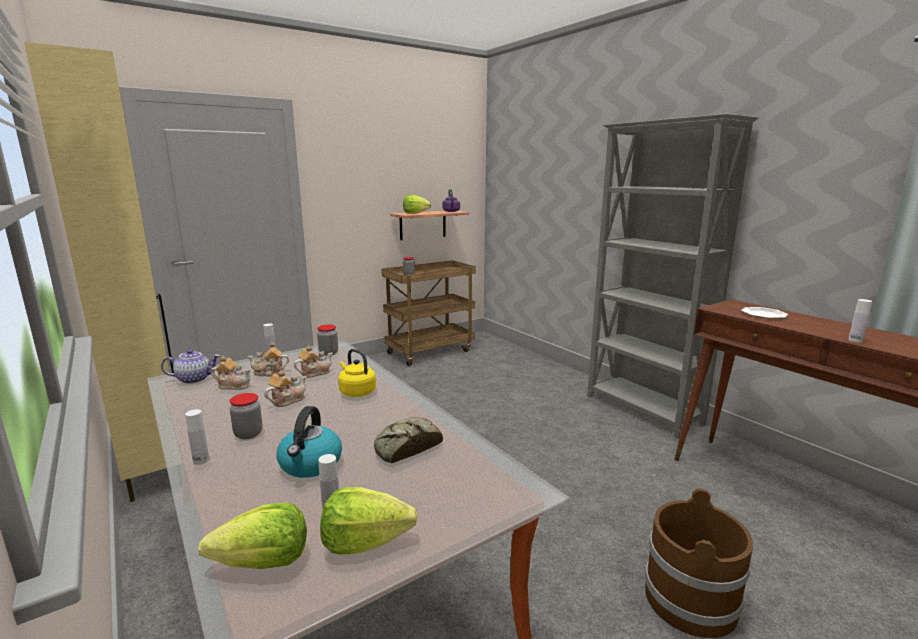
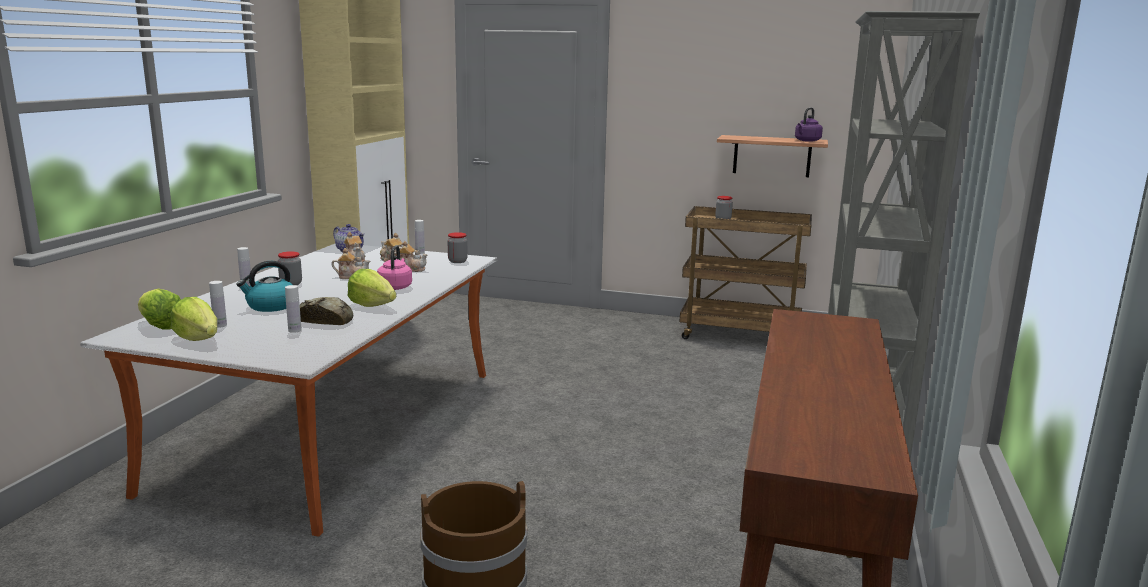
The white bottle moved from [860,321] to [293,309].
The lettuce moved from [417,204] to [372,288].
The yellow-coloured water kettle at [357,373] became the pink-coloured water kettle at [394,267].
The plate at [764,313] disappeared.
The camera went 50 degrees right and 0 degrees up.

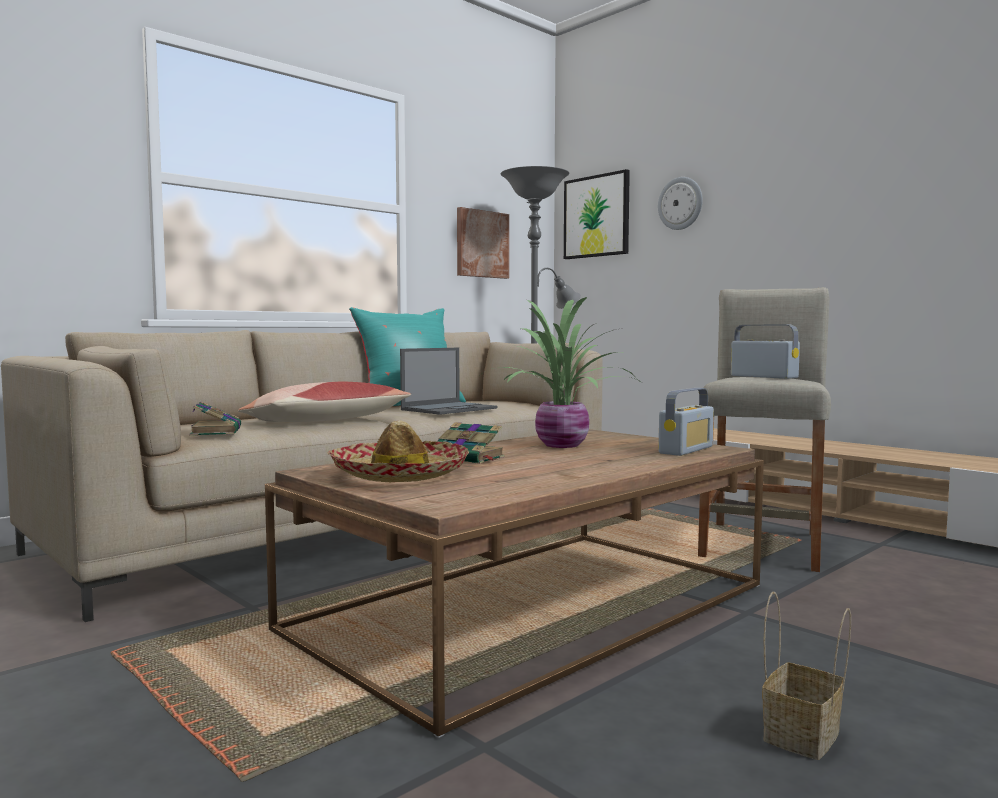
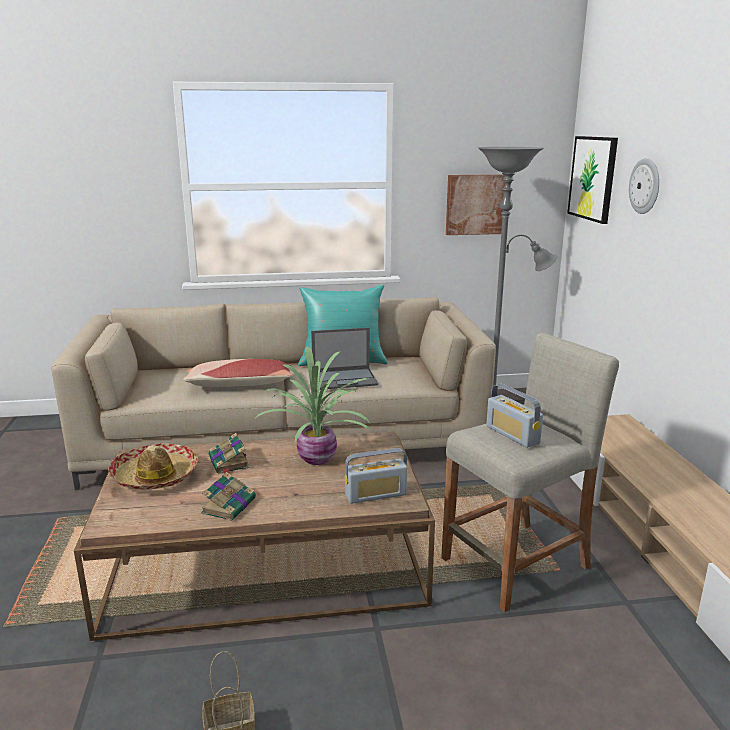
The bound book moved from [215,419] to [228,496].
The radio set at [765,351] turned 150 degrees clockwise.
The camera went 35 degrees right and 15 degrees up.

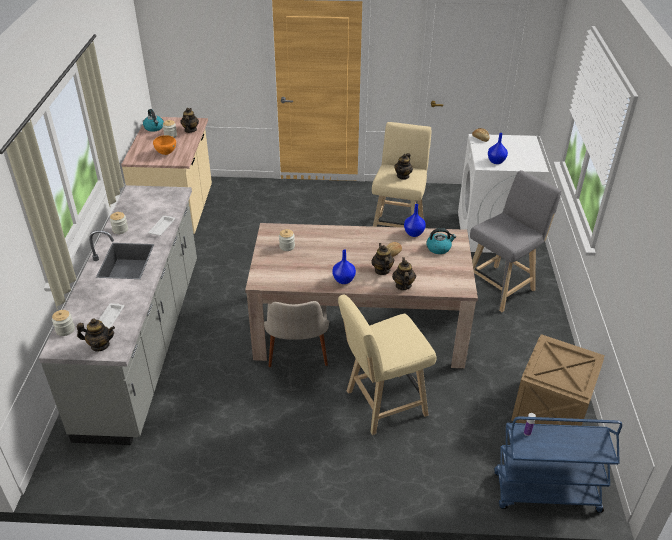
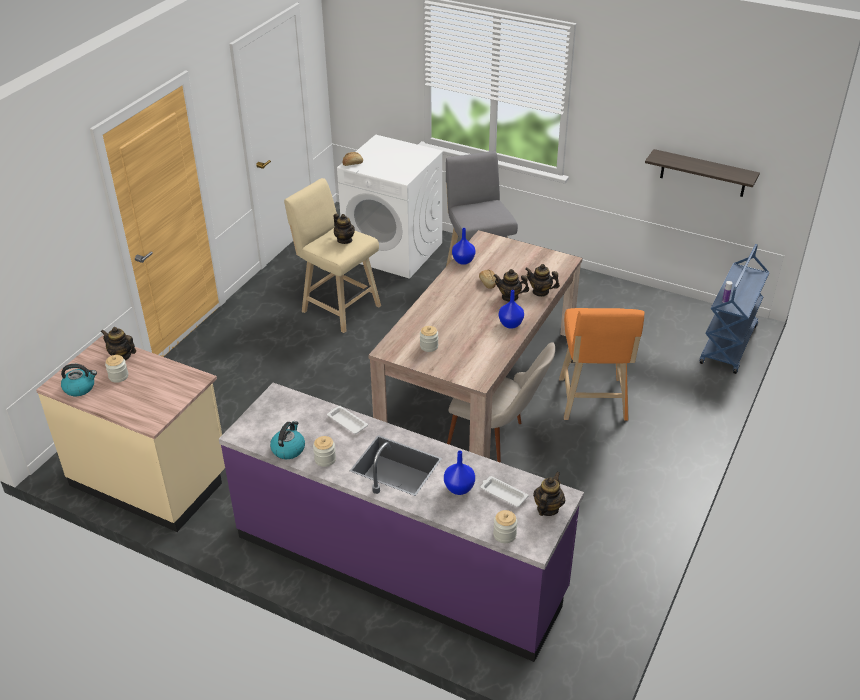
The gray kitchen base unit at [118,315] became the purple kitchen base unit at [401,522].
The water kettle moved from [441,241] to [287,440].
The blue-coloured decorative vase moved from [498,148] to [459,473].
The beige-coloured sitting stool at [387,364] became the orange sitting stool at [601,364].
The bracket shelf at [702,173] appeared.
The orange deep dish at [164,145] disappeared.
The shipping crate at [558,380] disappeared.
The camera went 65 degrees left and 0 degrees up.

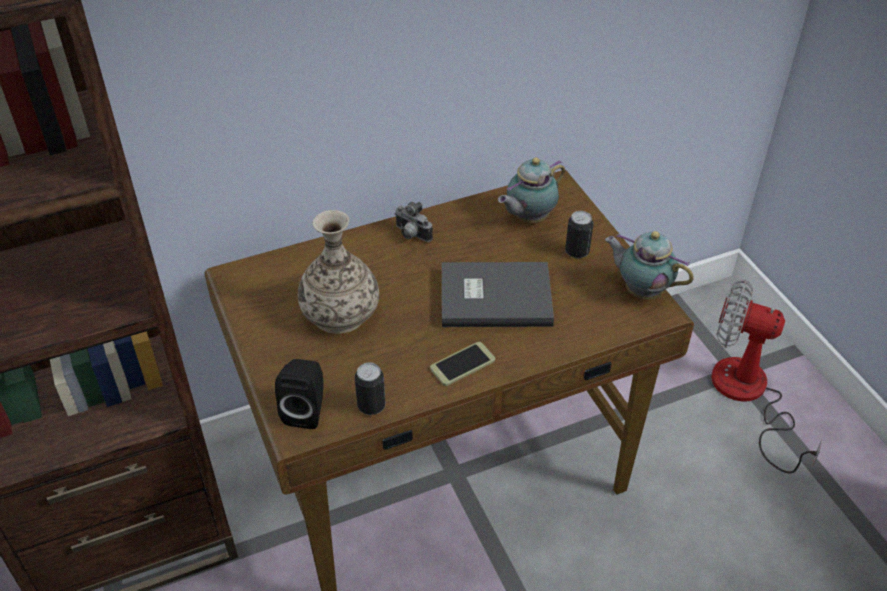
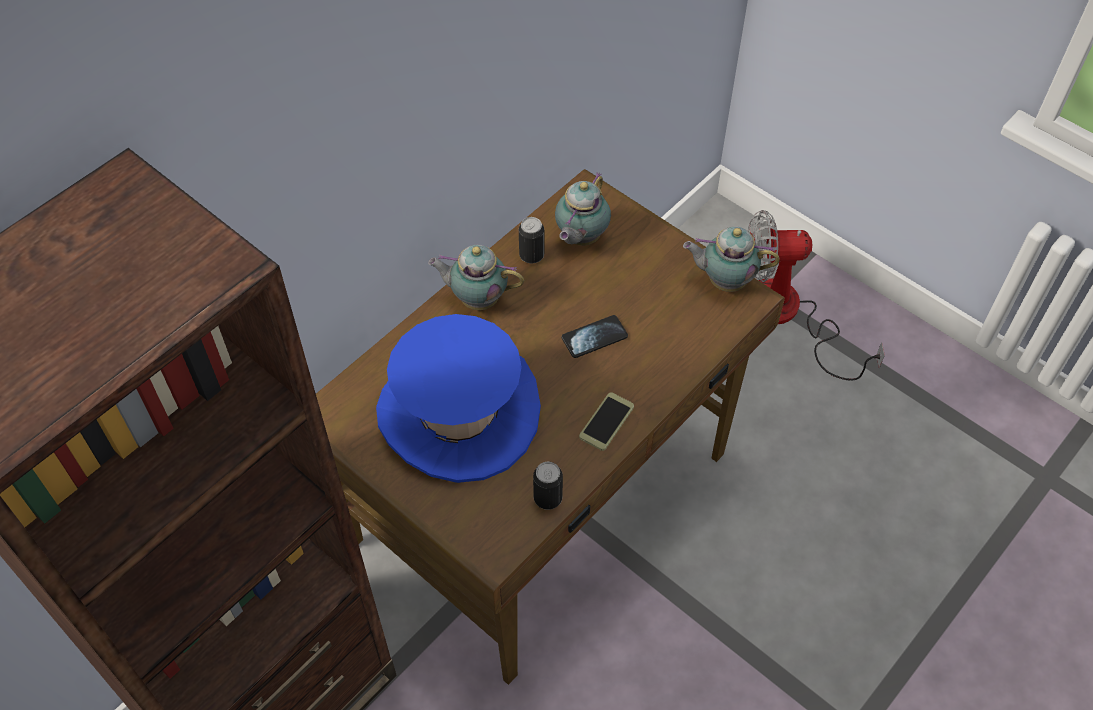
The decorative vase at [338,272] was replaced by the blue-coloured hat at [458,398].
The photo camera at [414,222] was replaced by the tea pot at [476,277].
The can moved from [579,234] to [531,240].
The gray bound book at [498,294] was replaced by the handset at [595,336].
The black-coloured speaker at [299,394] disappeared.
The camera went 25 degrees left and 10 degrees up.

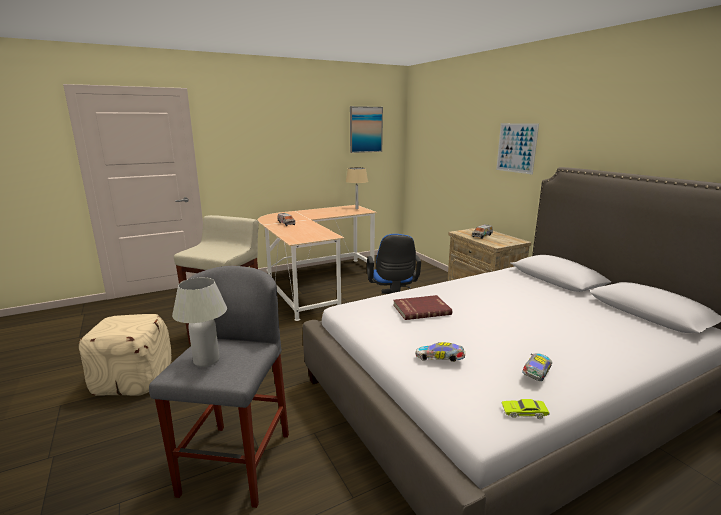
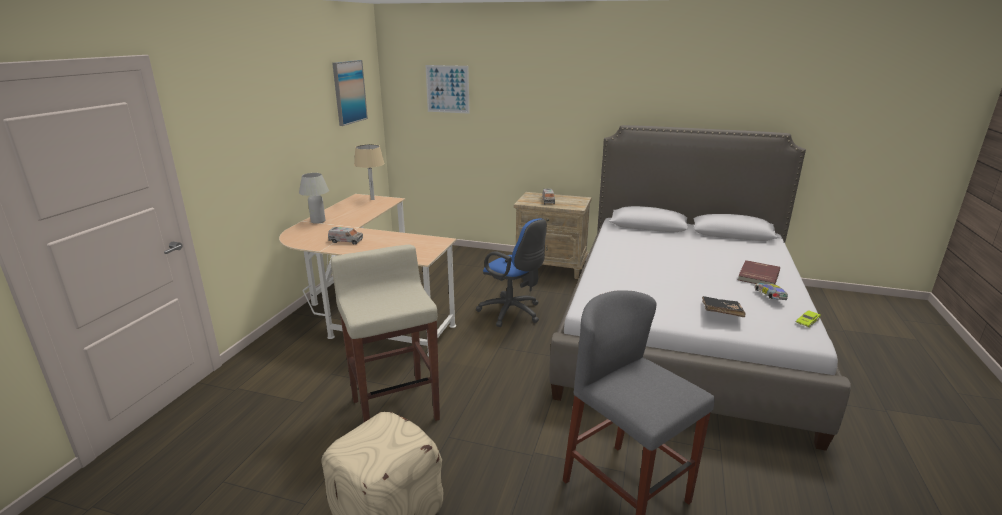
The white table lamp moved from [199,322] to [314,198].
The wall art moved from [517,149] to [447,89].
The model car at [440,352] was replaced by the black-coloured bound book at [724,306].
The reddish bound book moved from [423,307] to [759,272].
The camera went 45 degrees left and 5 degrees up.

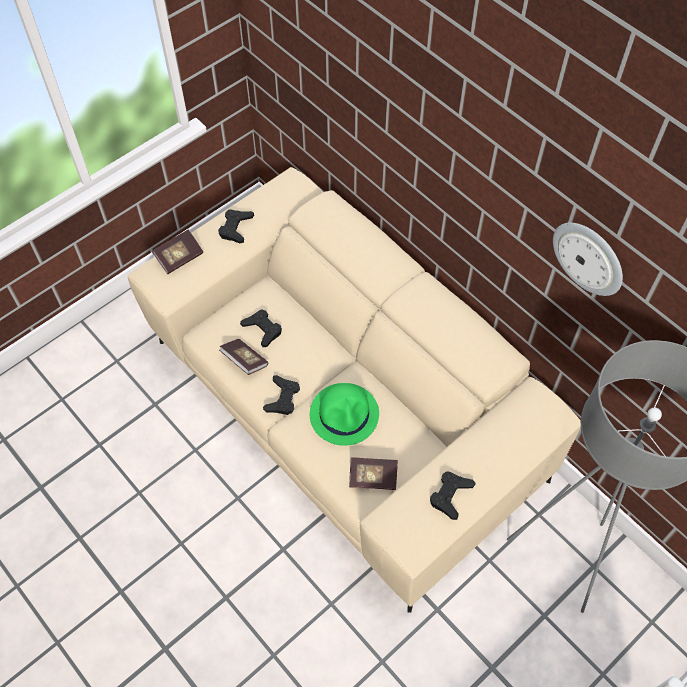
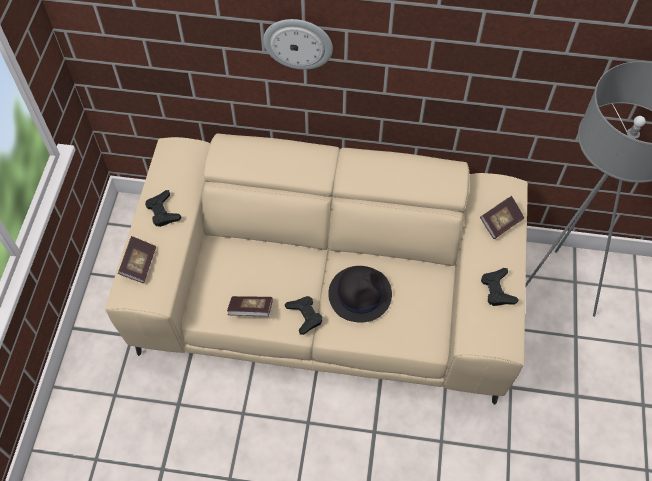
The clock on the wall moved from [588,259] to [298,44].
The green-coloured hat at [344,414] became the black-coloured hat at [360,294].
The bound book moved from [373,473] to [502,217].
The black-coloured joypad at [261,328] disappeared.
The camera went 40 degrees left and 0 degrees up.

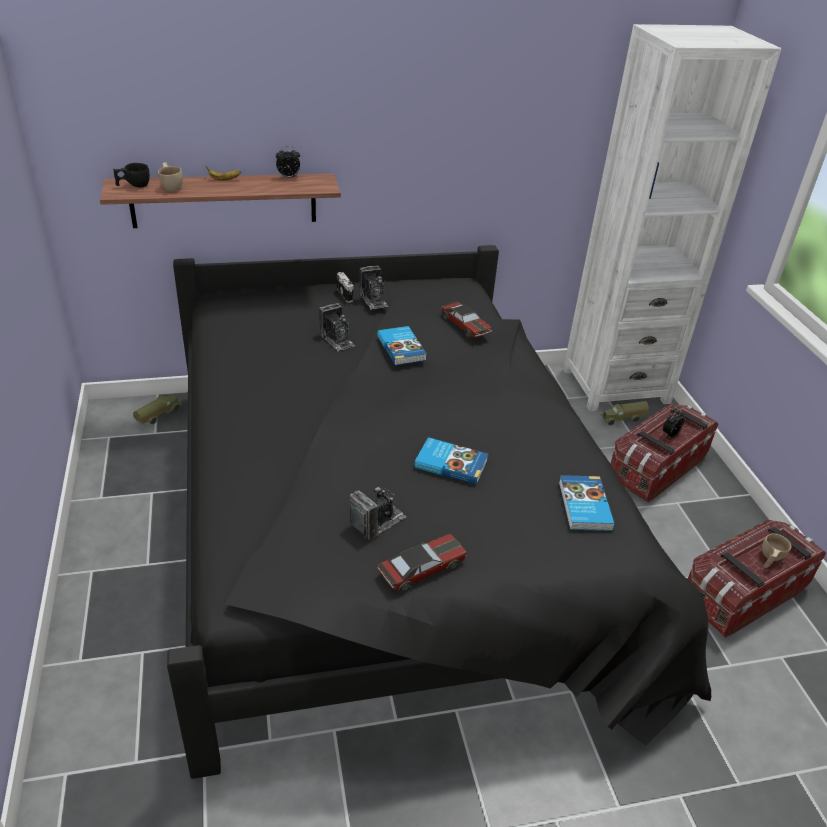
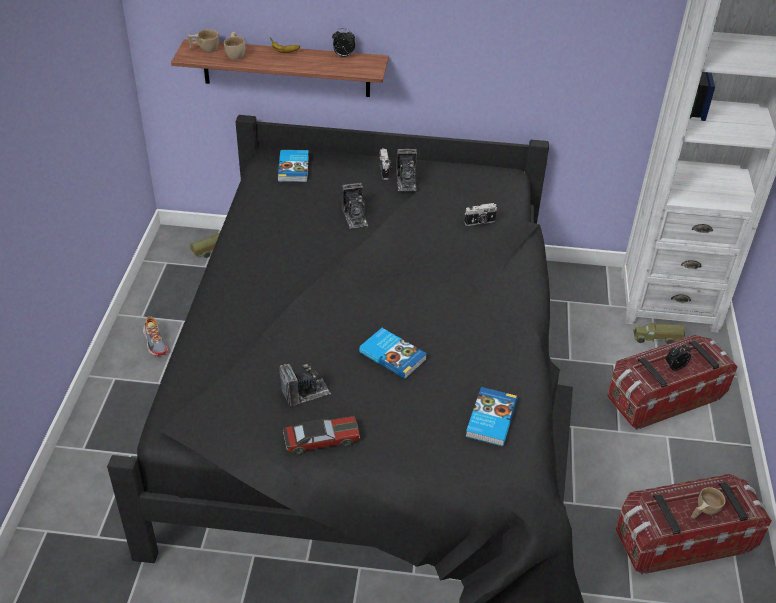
The item of footwear at [155,336] appeared.
The black-coloured drinking cup at [131,175] became the beige-coloured drinking cup at [203,40].
The bound book moved from [402,345] to [293,166].
The model car at [466,319] was replaced by the photo camera at [480,214].
The camera went 20 degrees right and 5 degrees up.

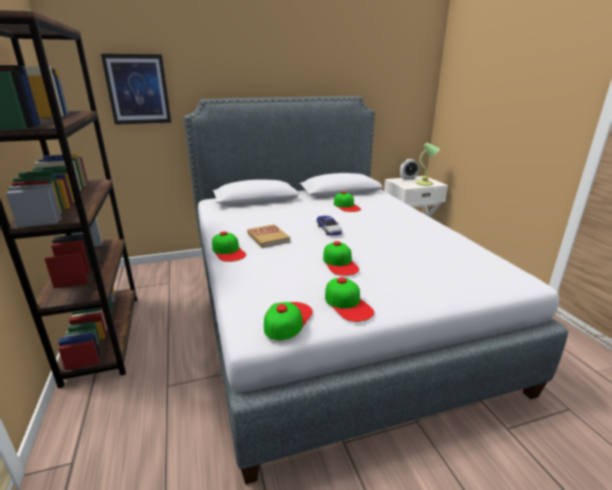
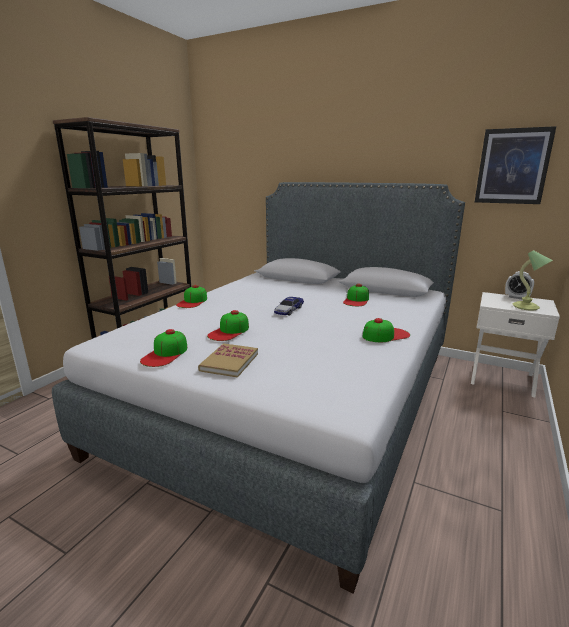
The bound book moved from [268,236] to [228,360].
The baseball cap moved from [288,321] to [386,330].
The wall art moved from [136,89] to [515,165].
The camera went 45 degrees right and 5 degrees down.

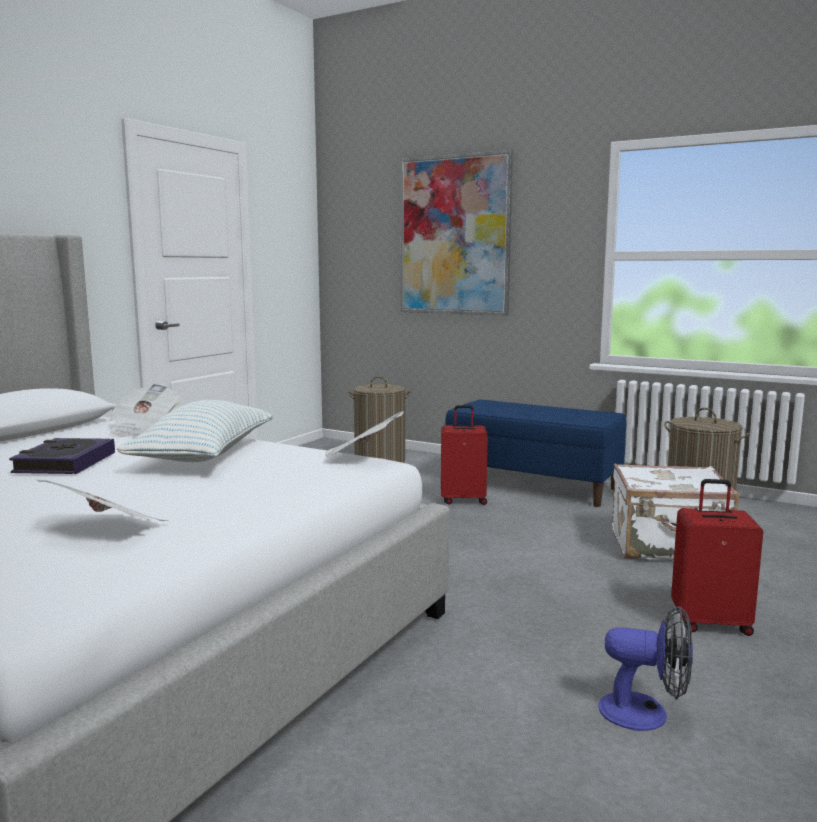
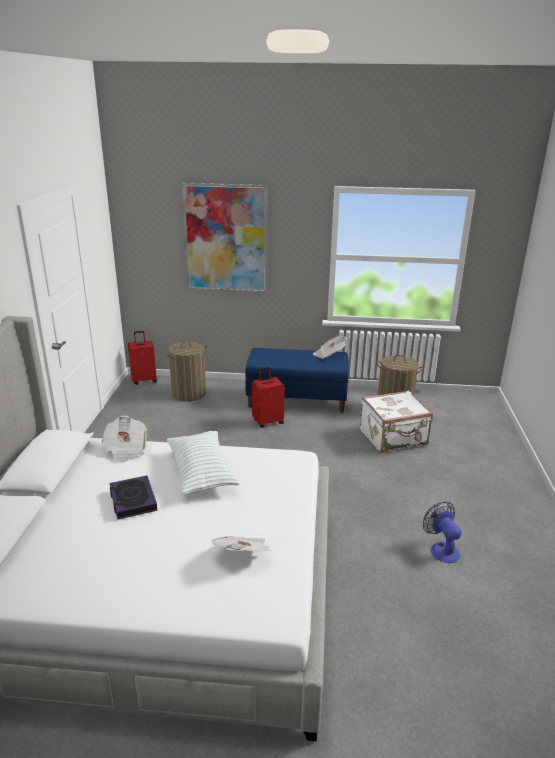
The reddish suitcase moved from [717,557] to [142,358].
The printed paper moved from [364,434] to [330,347].
The fan at [645,668] turned 105 degrees counterclockwise.
The camera went 25 degrees left and 15 degrees up.

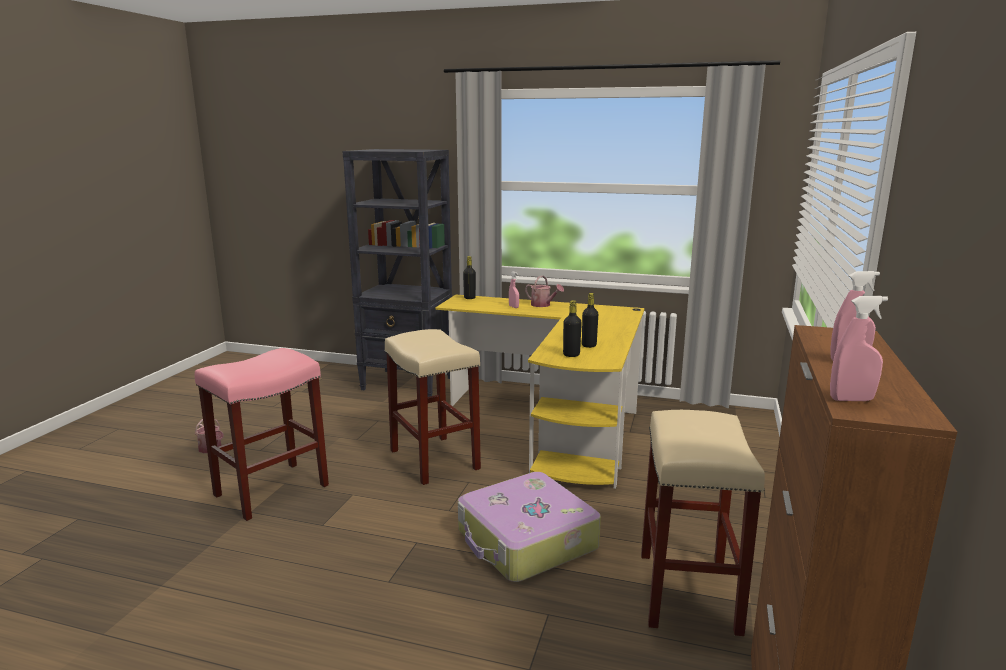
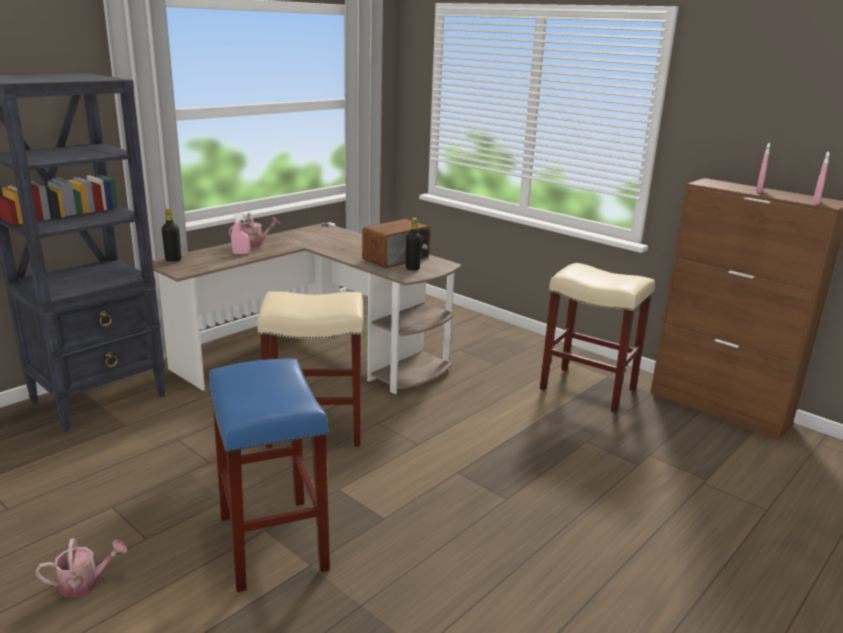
The yellow-coloured desk unit at [540,392] became the brown desk unit at [306,308].
The pink-coloured sitting stool at [262,434] became the blue-coloured sitting stool at [269,475].
The black-coloured bottle at [590,320] was replaced by the radio set at [396,243].
The suitcase at [529,527] disappeared.
The camera went 65 degrees left and 5 degrees up.

